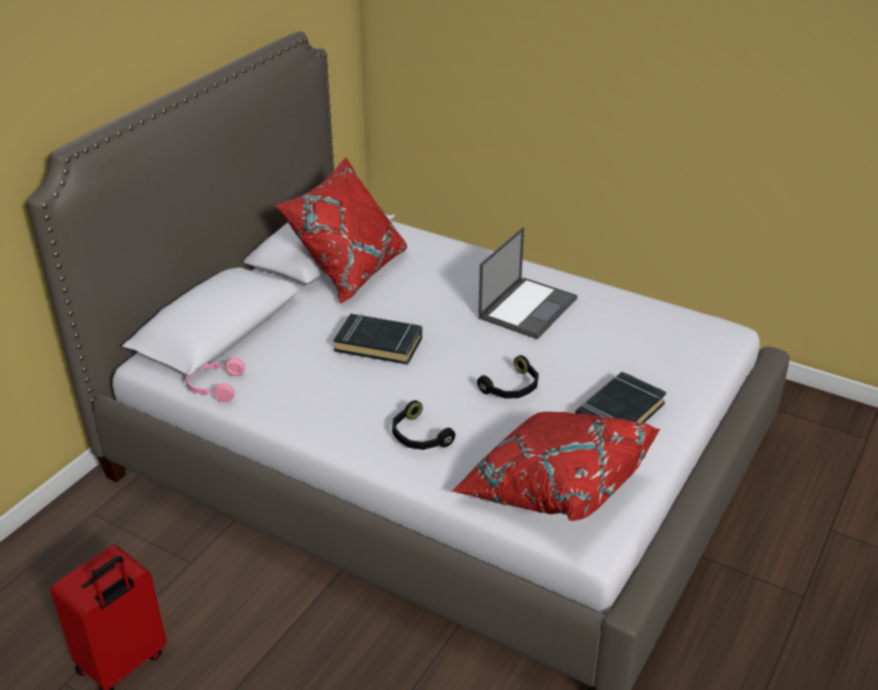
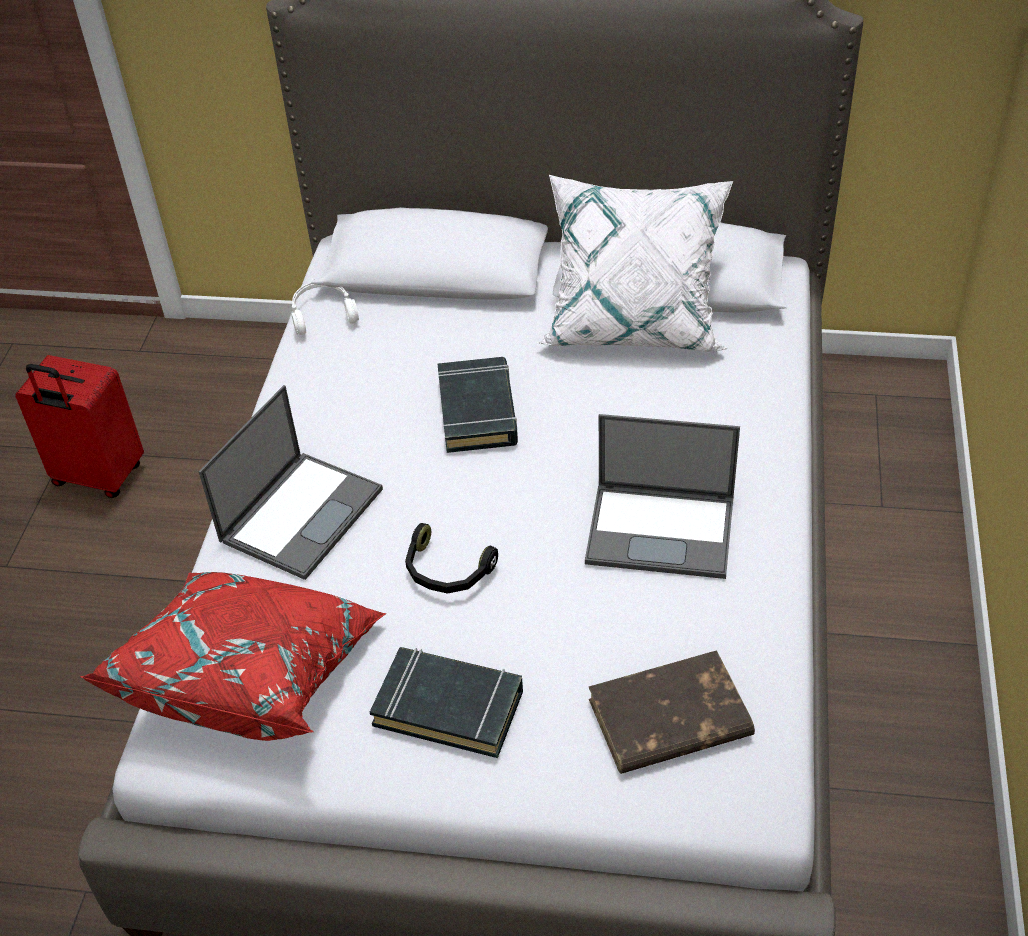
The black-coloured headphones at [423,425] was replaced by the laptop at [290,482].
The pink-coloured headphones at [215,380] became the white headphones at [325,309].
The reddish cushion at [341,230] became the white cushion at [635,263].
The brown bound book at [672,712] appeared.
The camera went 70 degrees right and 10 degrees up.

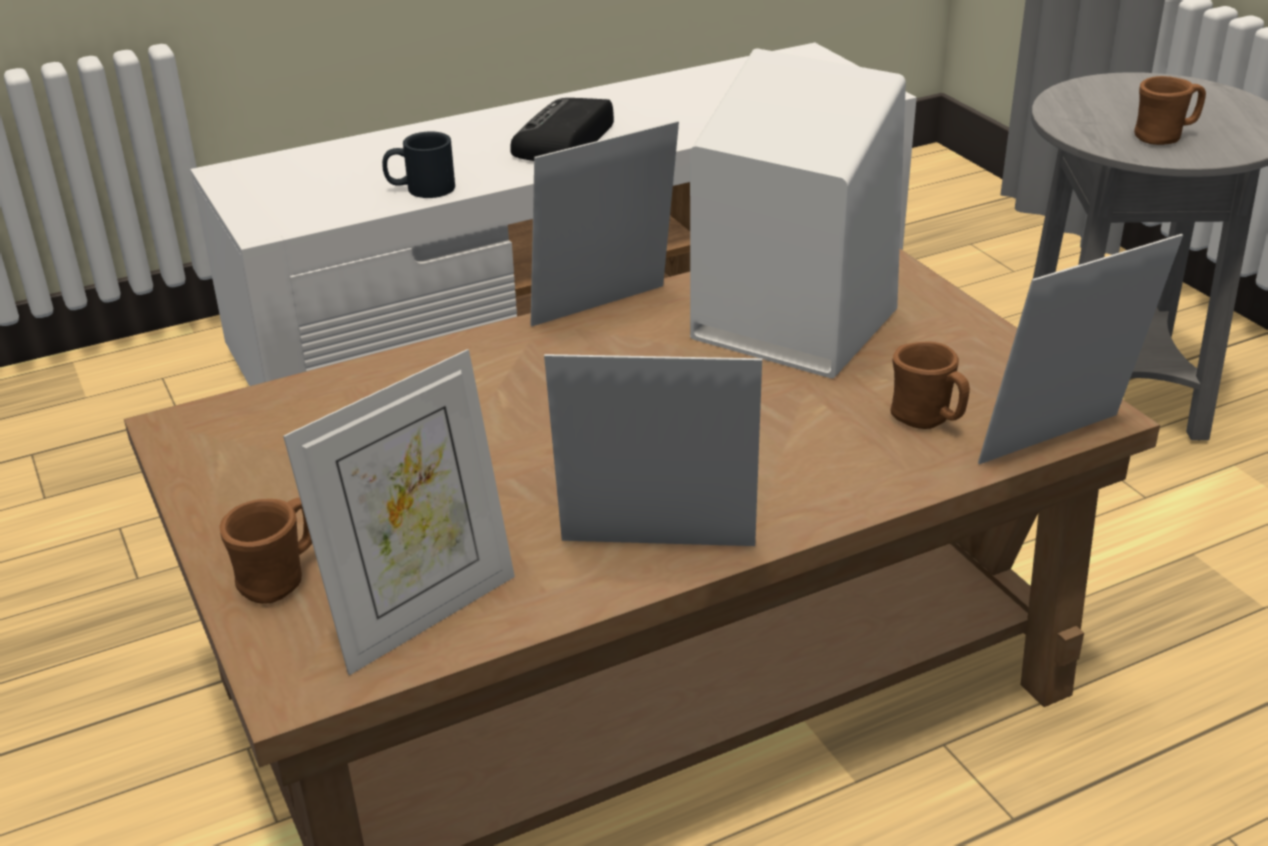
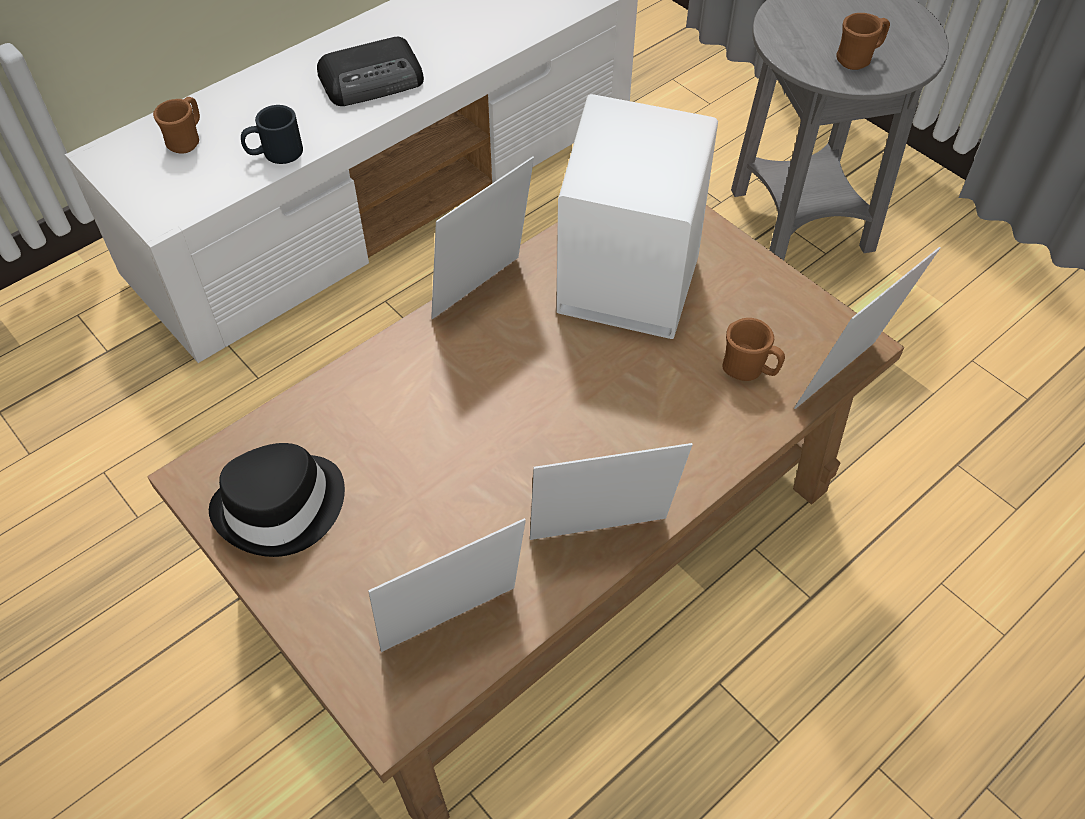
The brown coffee mug moved from [266,551] to [176,125].
The black-coloured hat at [277,500] appeared.
The radio set at [562,129] turned 120 degrees counterclockwise.
The picture frame at [399,512] turned 150 degrees counterclockwise.
The camera went 15 degrees left and 20 degrees up.

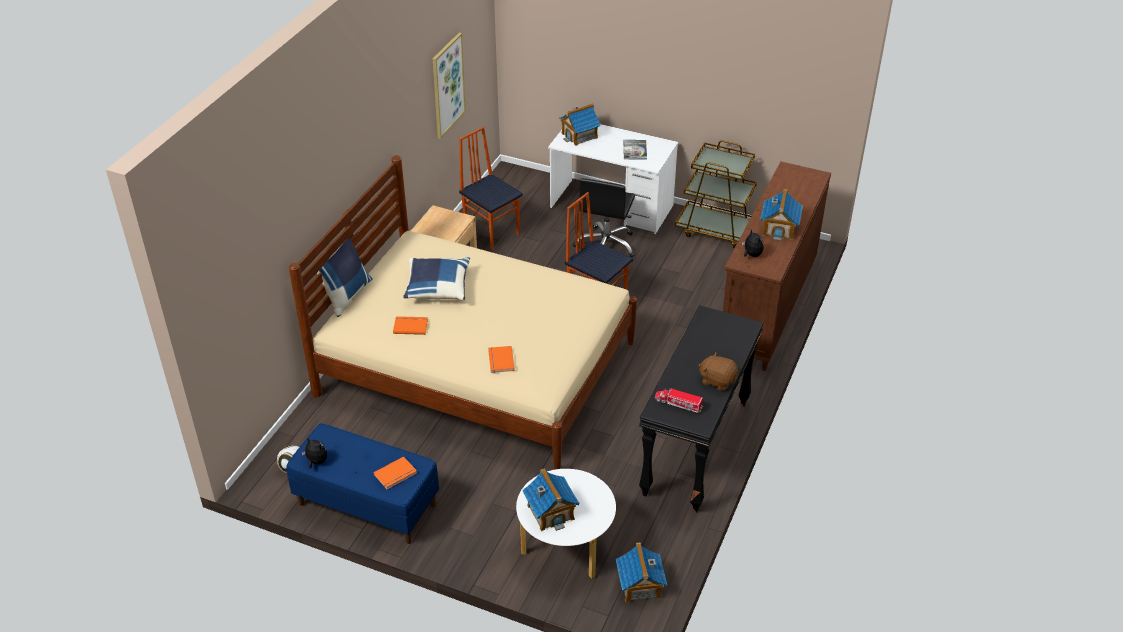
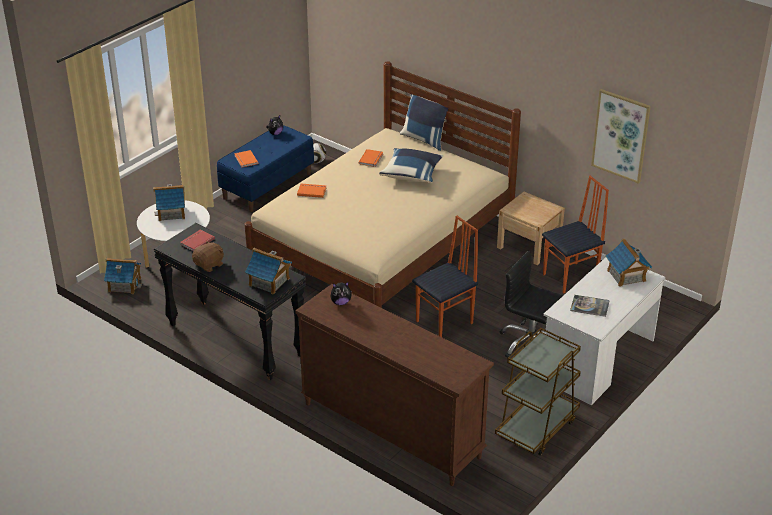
The toy lorry at [679,400] was replaced by the reddish bound book at [197,240].
The miniature house moved from [781,215] to [268,271].
The camera went 105 degrees right and 5 degrees down.

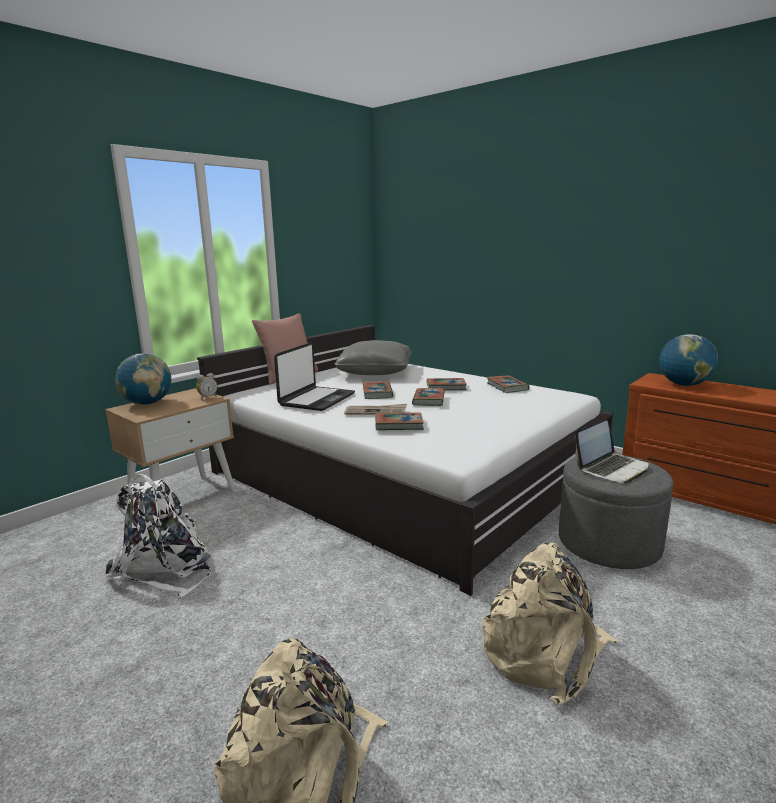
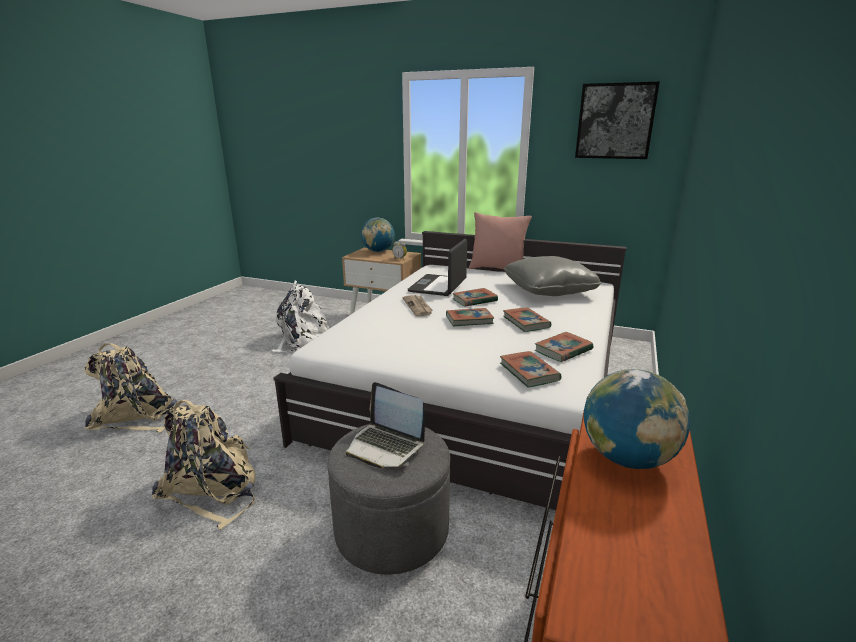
The laptop at [314,376] turned 105 degrees clockwise.
The bound book moved from [399,421] to [530,369].
The wall art at [617,120] appeared.
The camera went 70 degrees right and 5 degrees up.

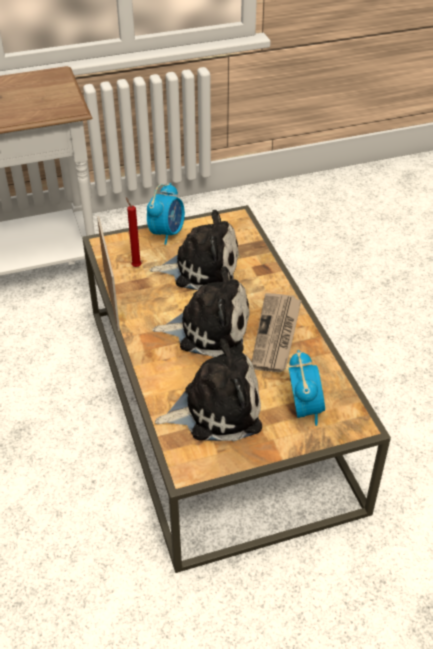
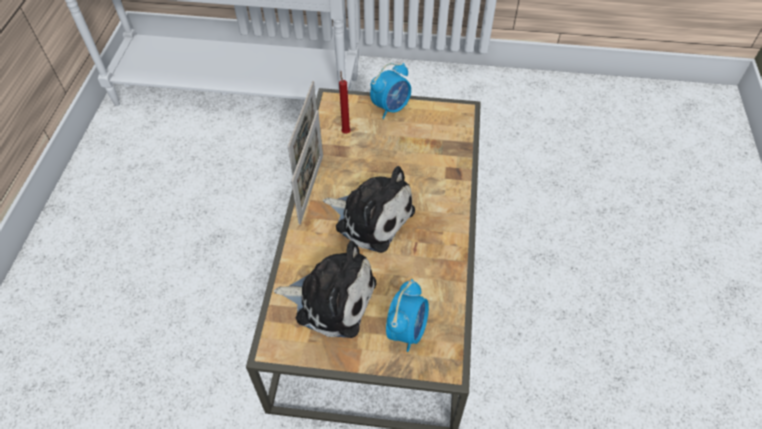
The picture frame at [307,167] appeared.
The plush toy at [194,250] disappeared.
The printed paper at [277,332] disappeared.
The camera went 25 degrees right and 10 degrees up.

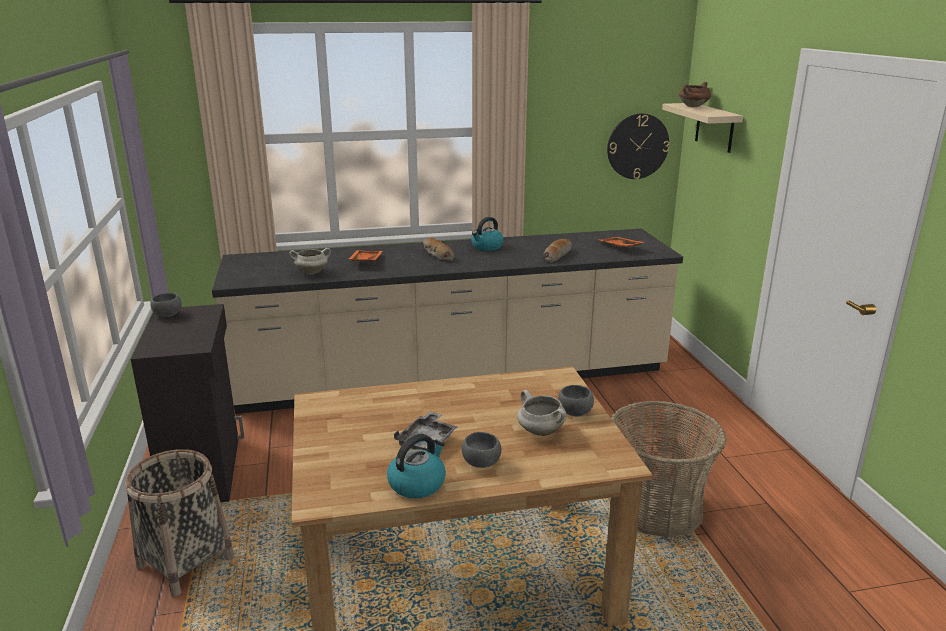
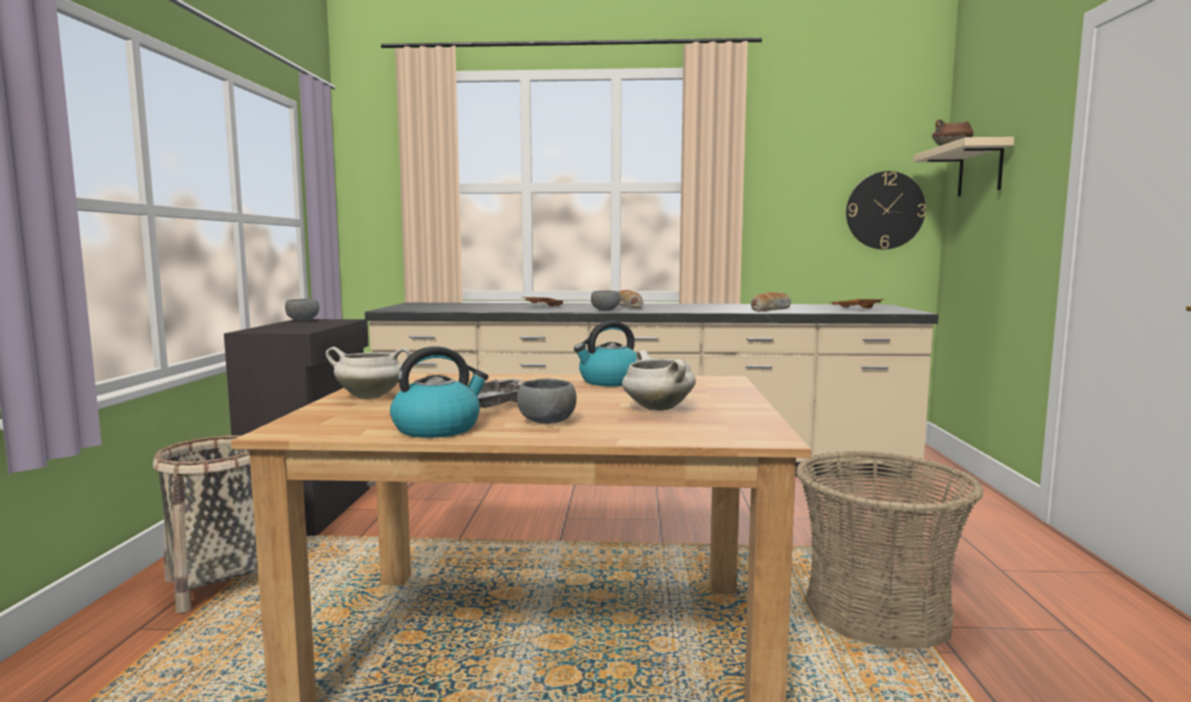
The white saucepot moved from [310,261] to [368,373].
The water kettle moved from [488,234] to [605,353].
The gray deep dish moved from [576,400] to [605,300].
The camera went 15 degrees right and 15 degrees down.

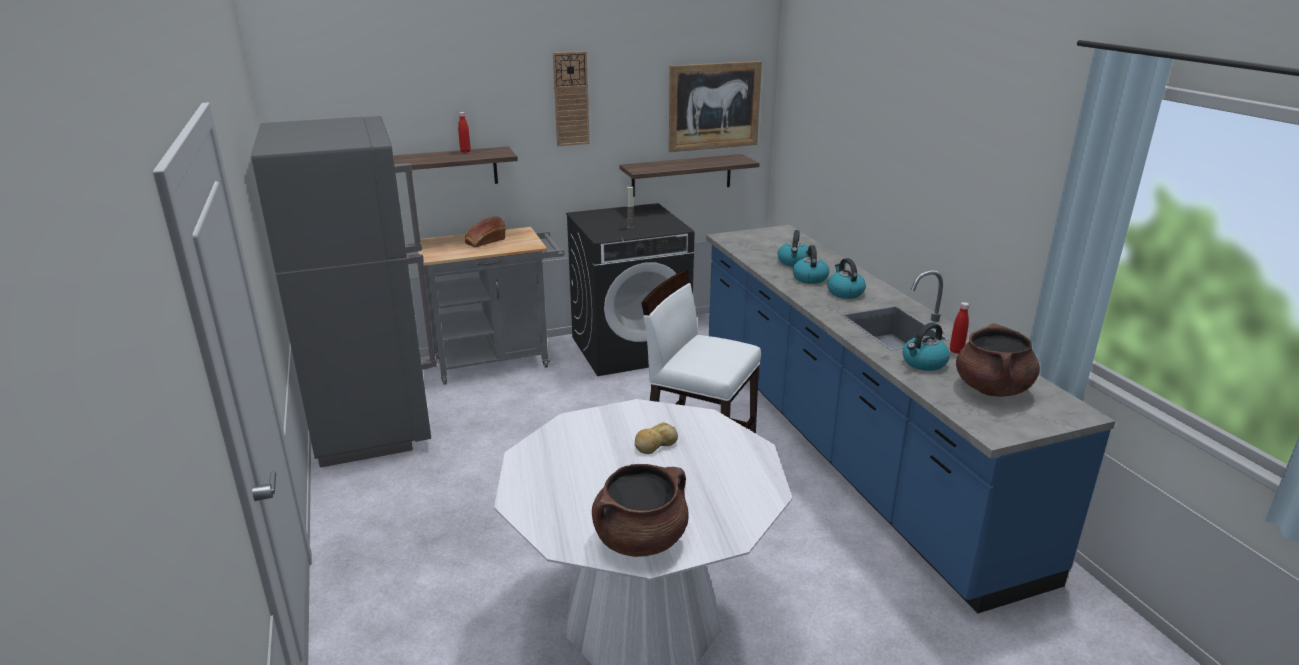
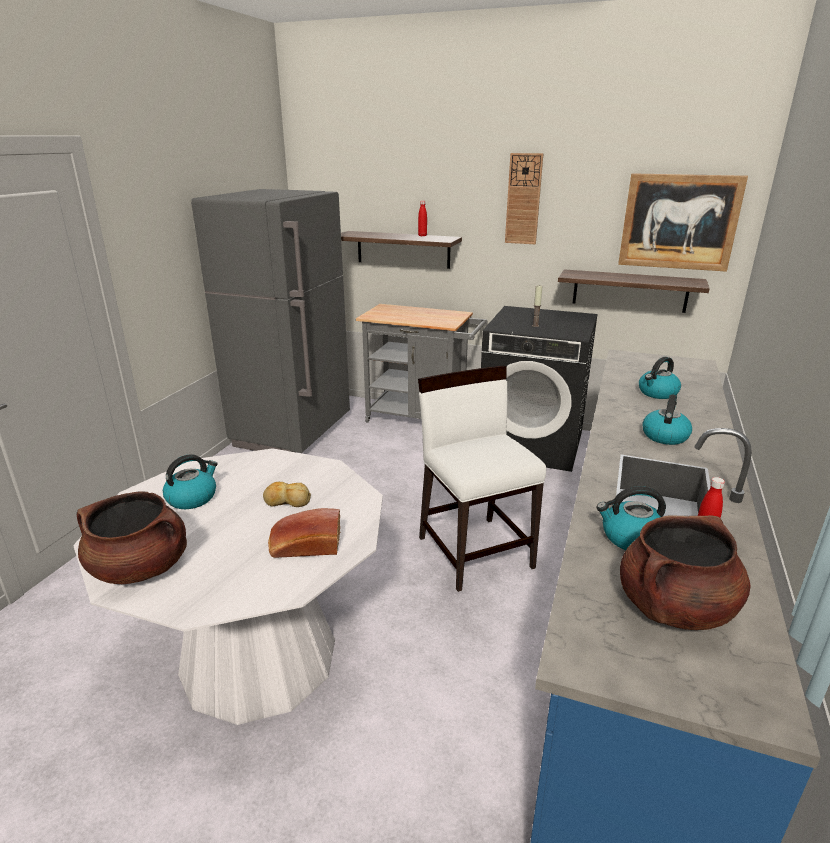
The water kettle moved from [811,264] to [190,481].
The bread moved from [485,231] to [304,533].
The camera went 40 degrees right and 0 degrees up.

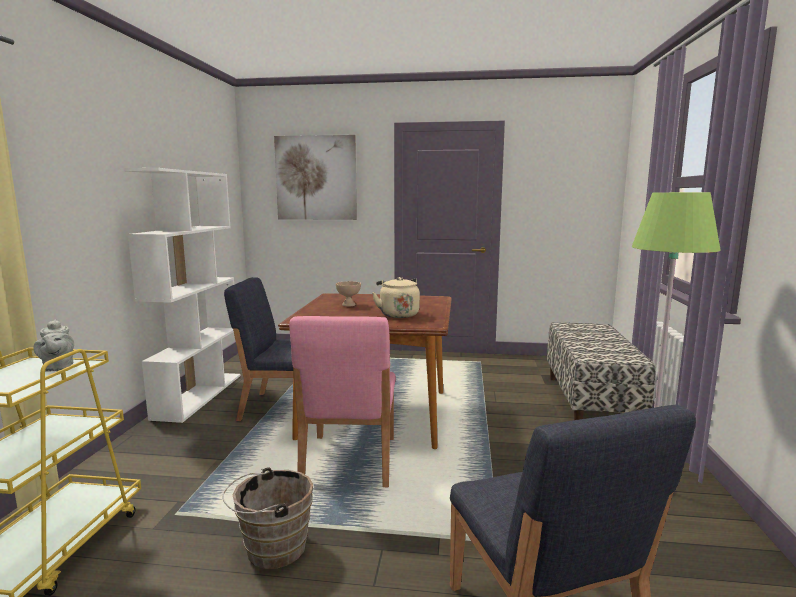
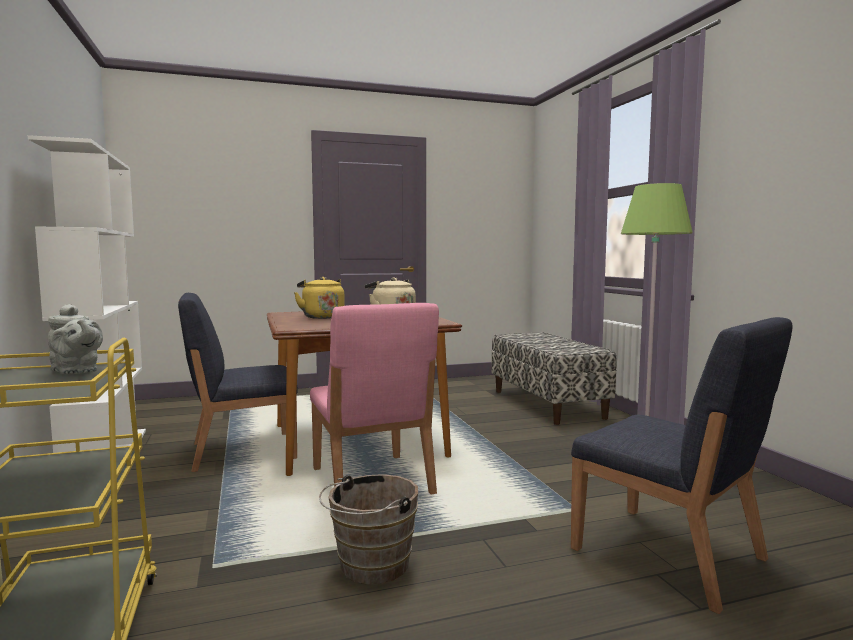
The beige-coloured deep dish at [348,294] was replaced by the yellow-coloured water kettle at [319,298].
The wall art at [315,177] disappeared.
The camera went 25 degrees left and 5 degrees down.

